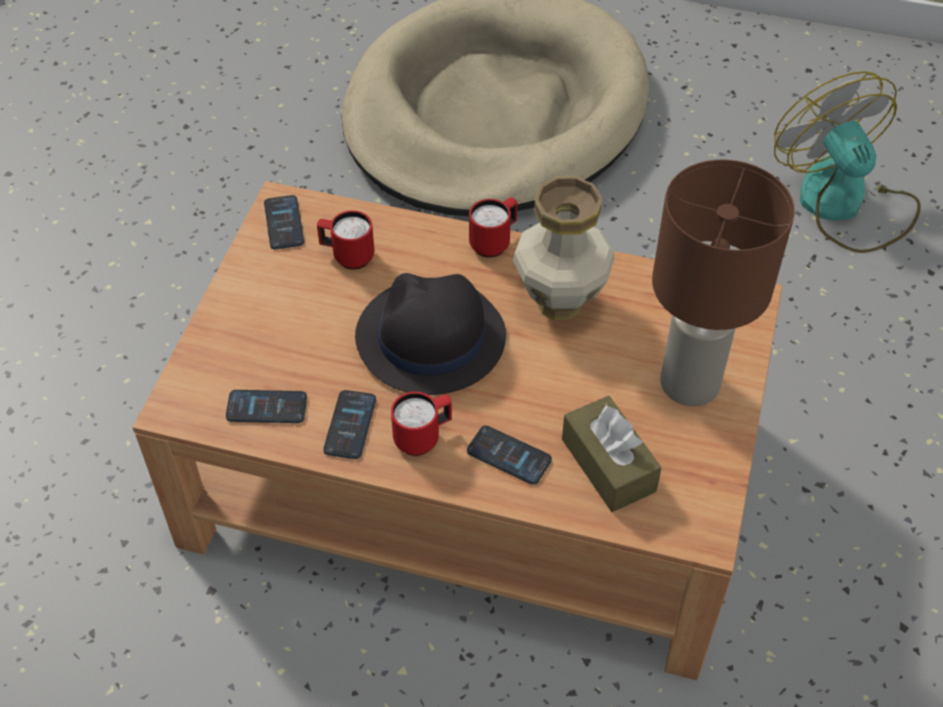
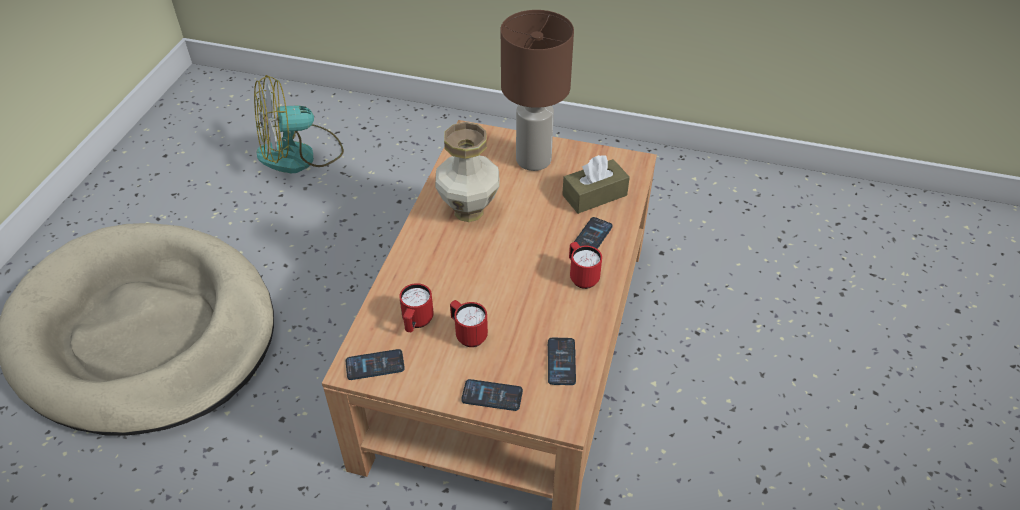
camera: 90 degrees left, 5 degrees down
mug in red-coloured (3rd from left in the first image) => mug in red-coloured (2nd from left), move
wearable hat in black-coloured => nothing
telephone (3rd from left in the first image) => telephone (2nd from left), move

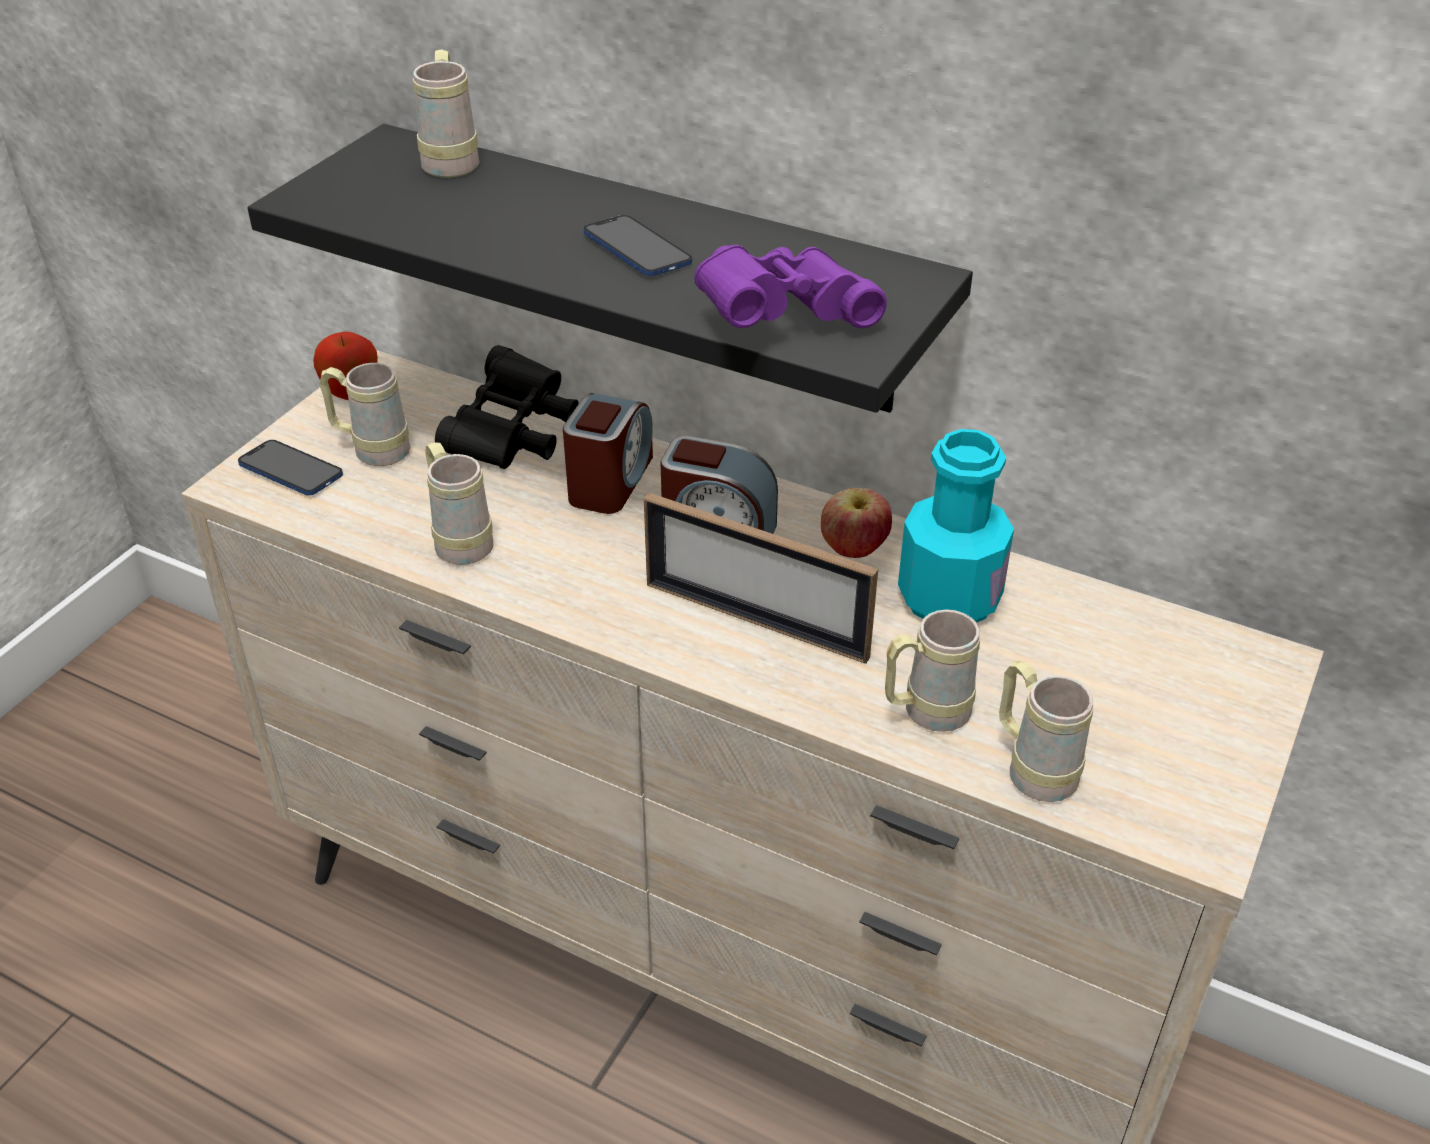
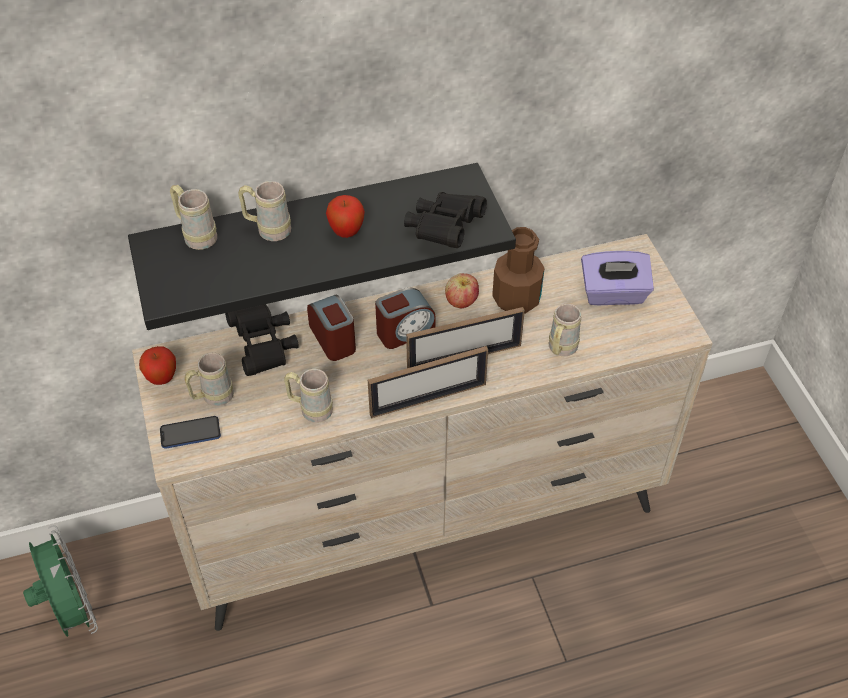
camera: 45 degrees left, 10 degrees up
telephone (2nd from left) => apple (2nd from left)
binoculars in purple => binoculars in black-coloured (2nd from left)
bottle in blue-green => bottle in brownish
mug in beige (5th from left in the first image) => mug in beige (3rd from left), move
nothing => tissue box in purple
nothing => photo frame (1st from left)
nothing => cooling fan in green

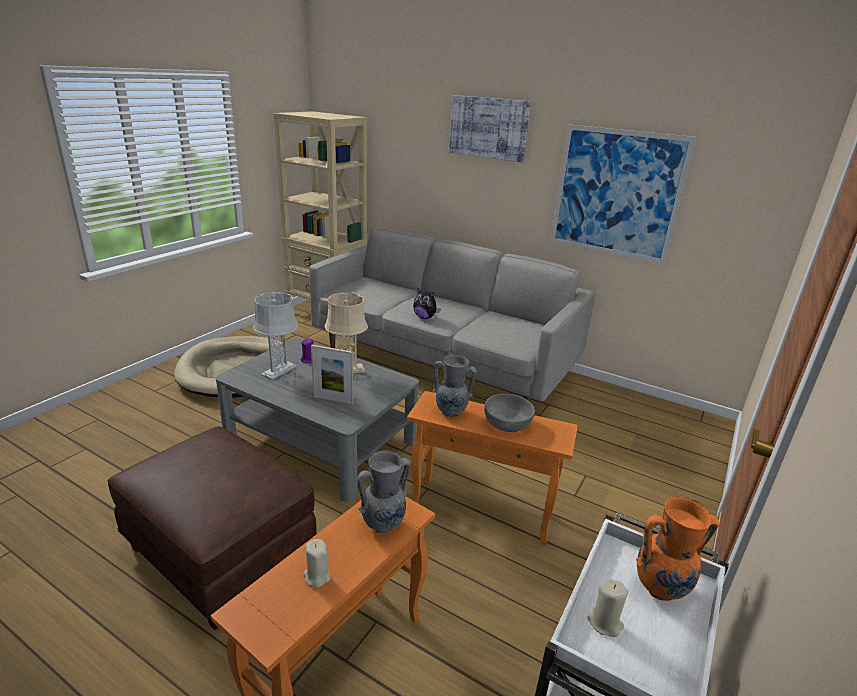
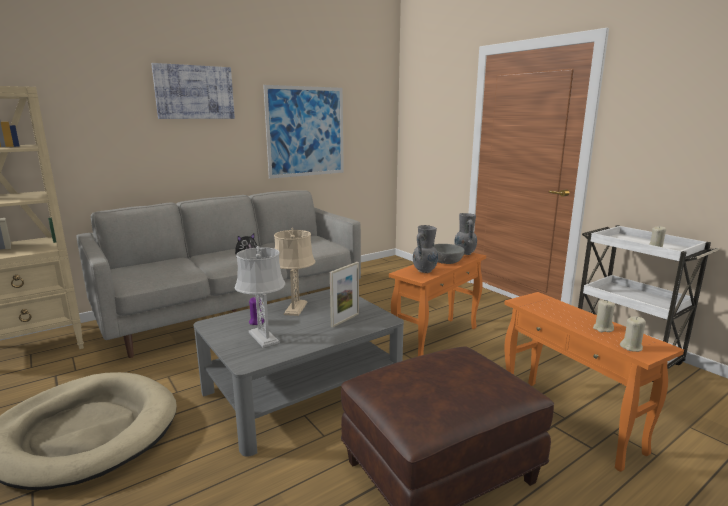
camera: 65 degrees left, 10 degrees down
flower vase in greyish (1st from left in the first image) => flower vase in greyish (2nd from left), move
flower vase in orangey => nothing
nothing => candle in beige (2nd from left)

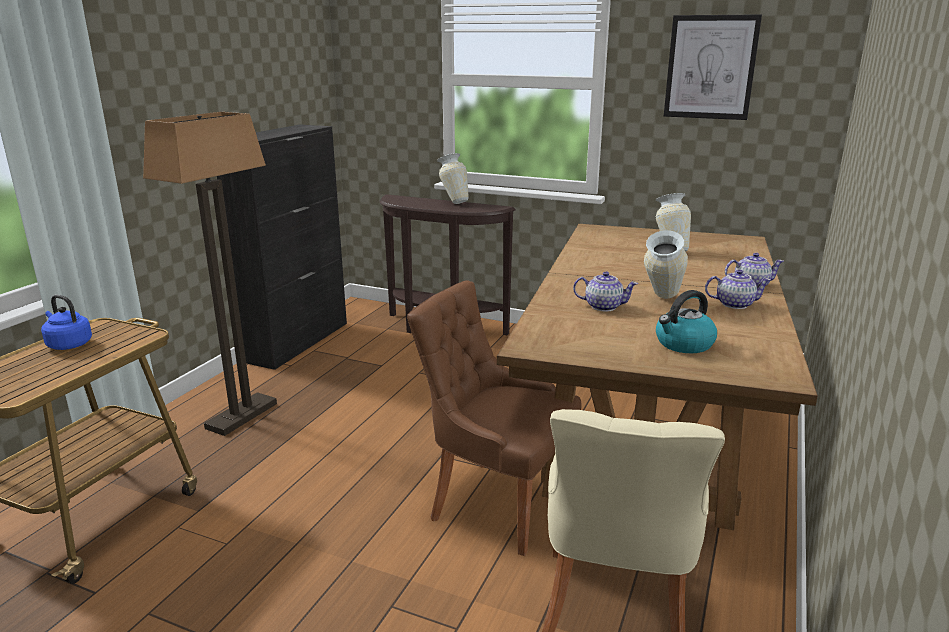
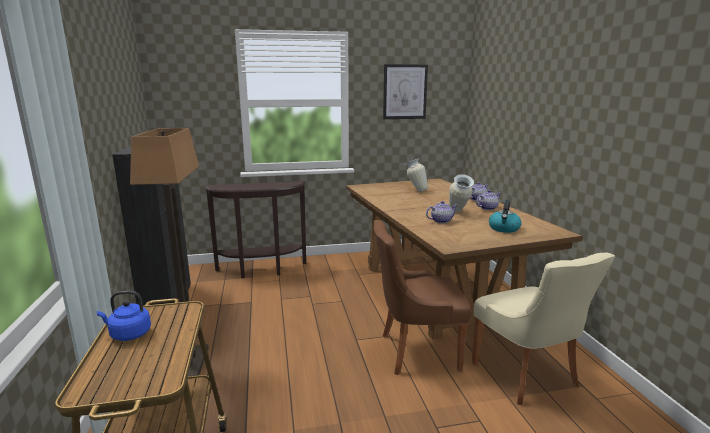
camera: 35 degrees left, 5 degrees down
flower vase (1st from left) => nothing

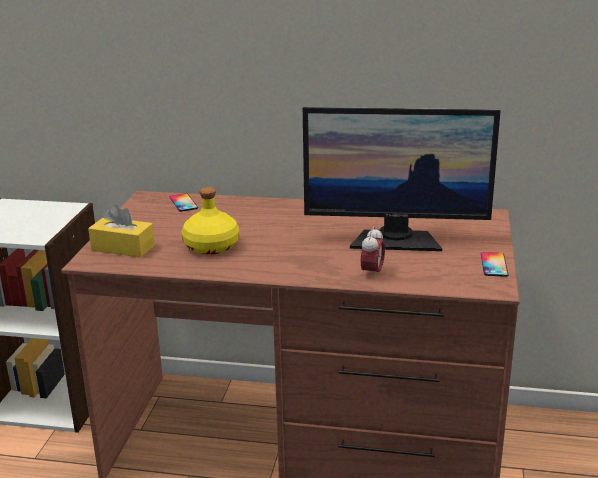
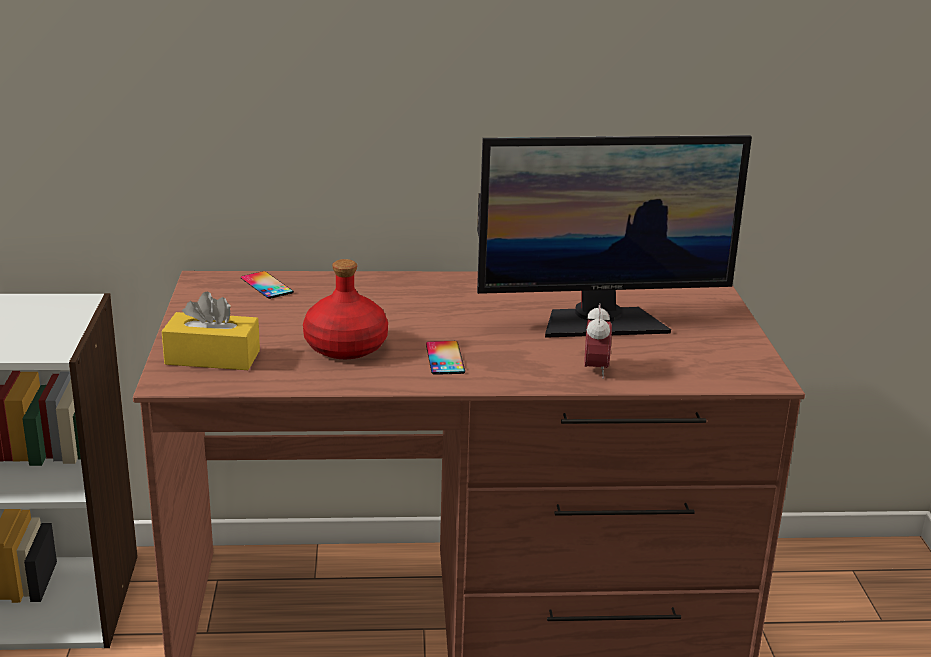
camera: 15 degrees left, 0 degrees up
bottle in yellow-coloured => bottle in red-coloured
telephone (2nd from left), move

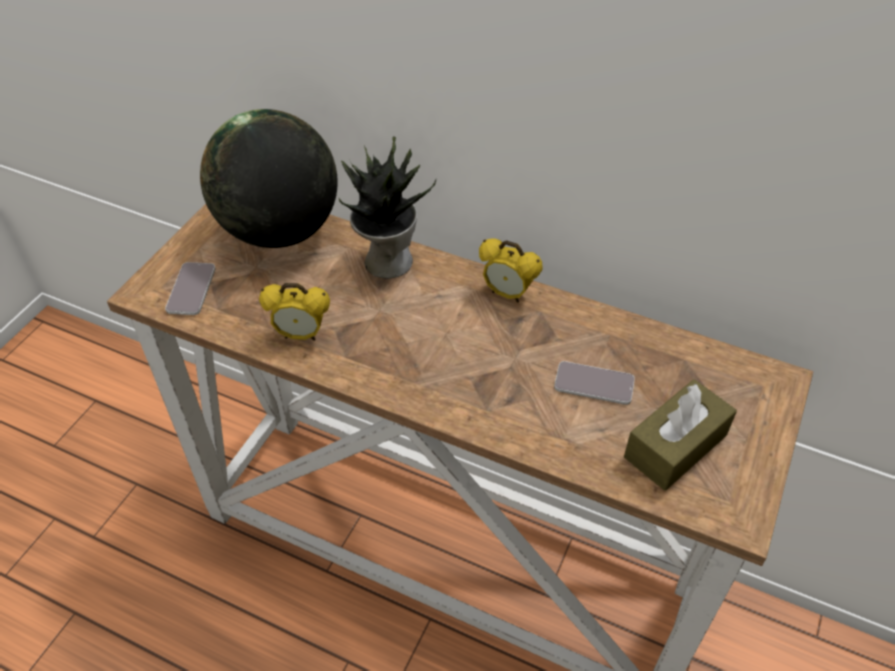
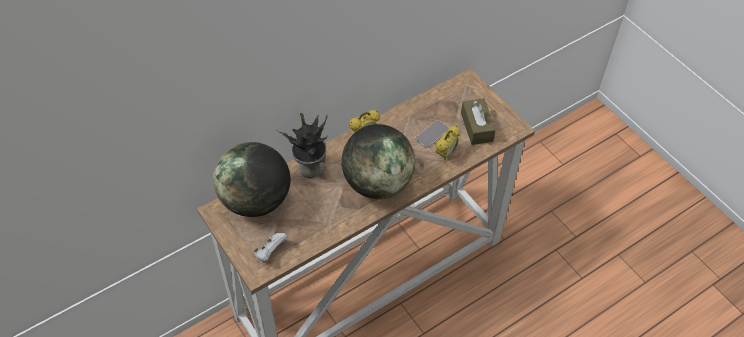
camera: 60 degrees left, 5 degrees up
telephone (1st from left) => gamepad in white-coloured
alarm clock (1st from left in the first image) => alarm clock (2nd from left), move
nothing => world globe (2nd from left)

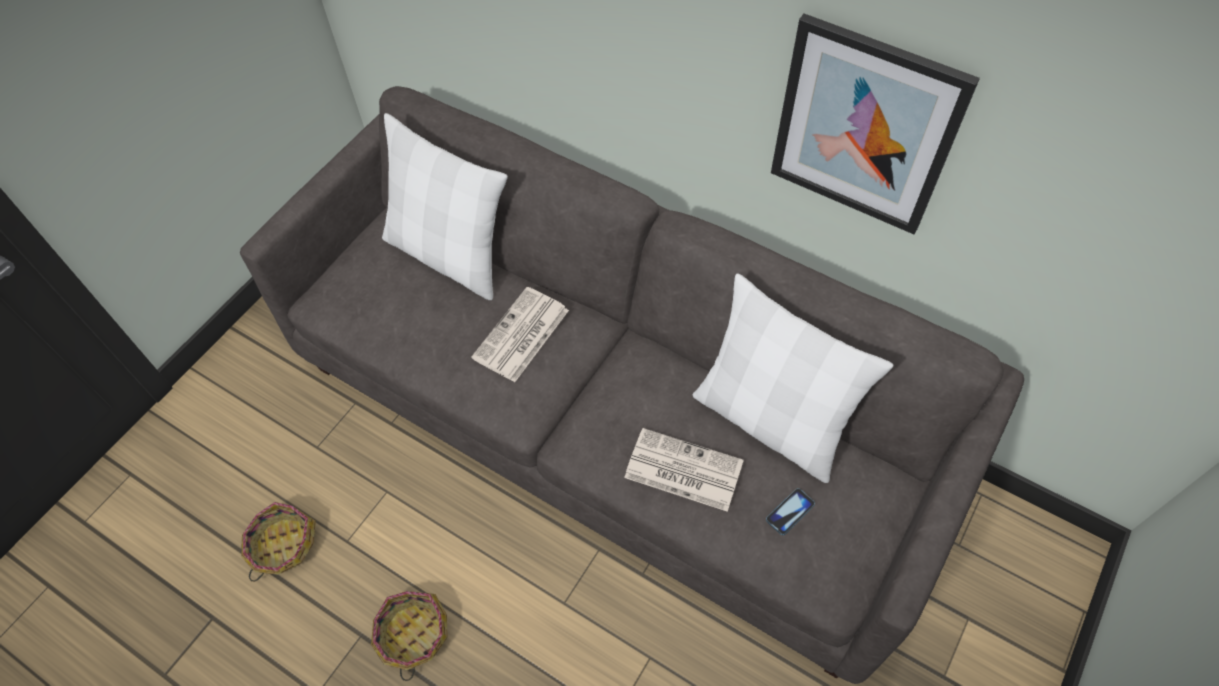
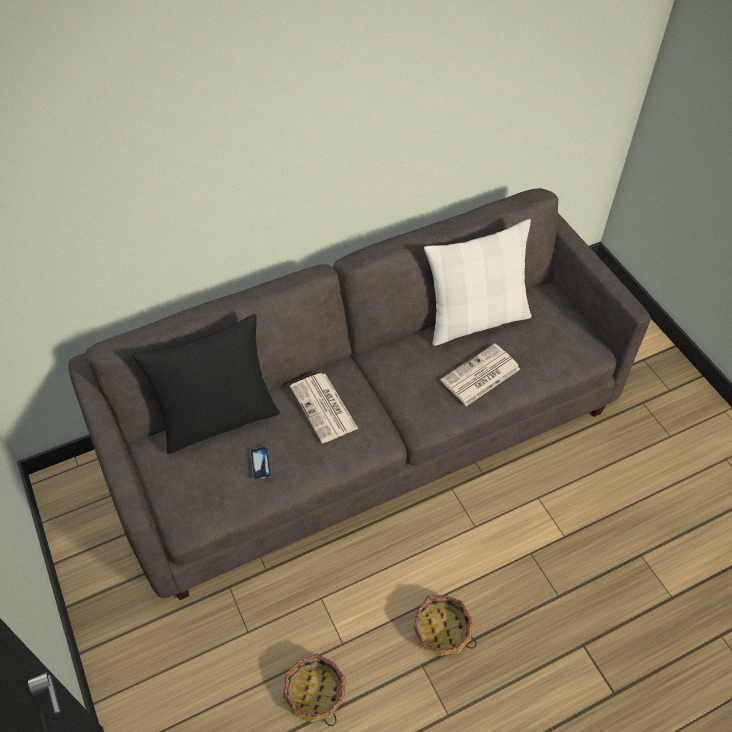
camera: 60 degrees left, 5 degrees down
picture => nothing
cushion in white-coloured (1st from left) => cushion in black-coloured
telephone, move

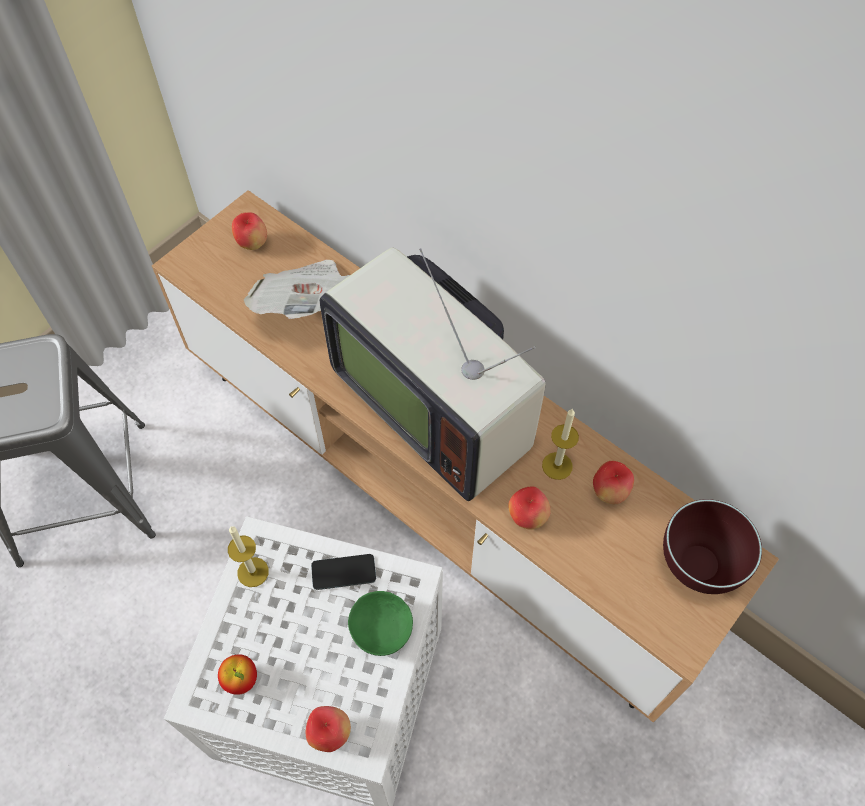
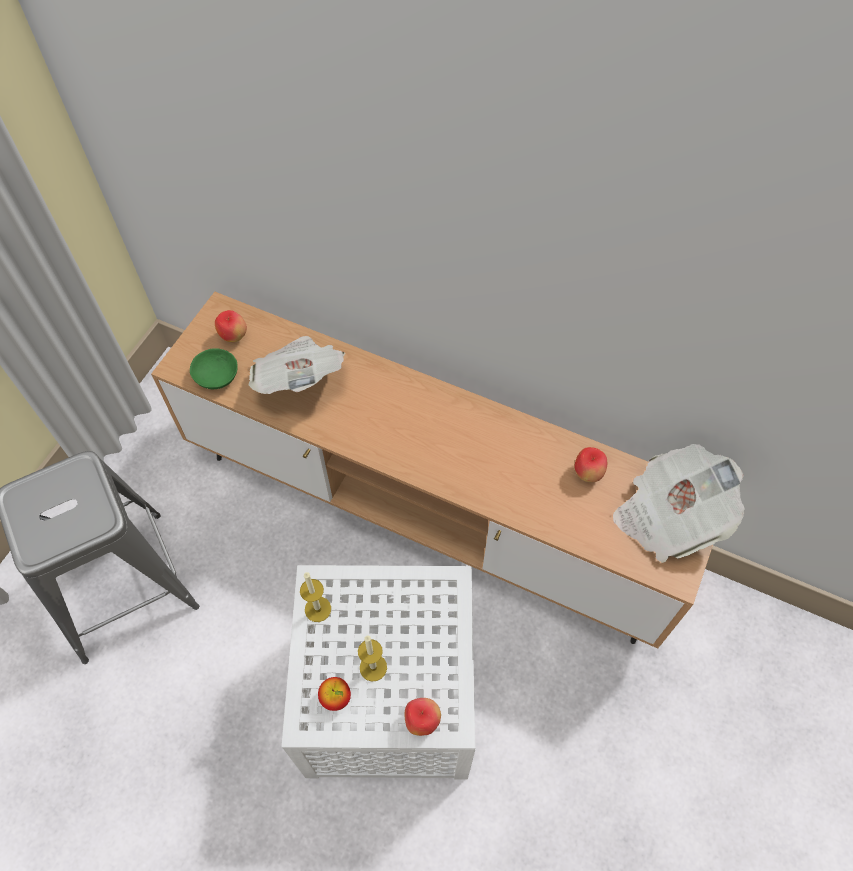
camera: 15 degrees left, 0 degrees up
TV set => nothing
candle (2nd from left), move
apple (4th from left) => nothing
serving bowl in brownish => daily paper (2nd from left)
telephone => nothing
serving bowl in green, move

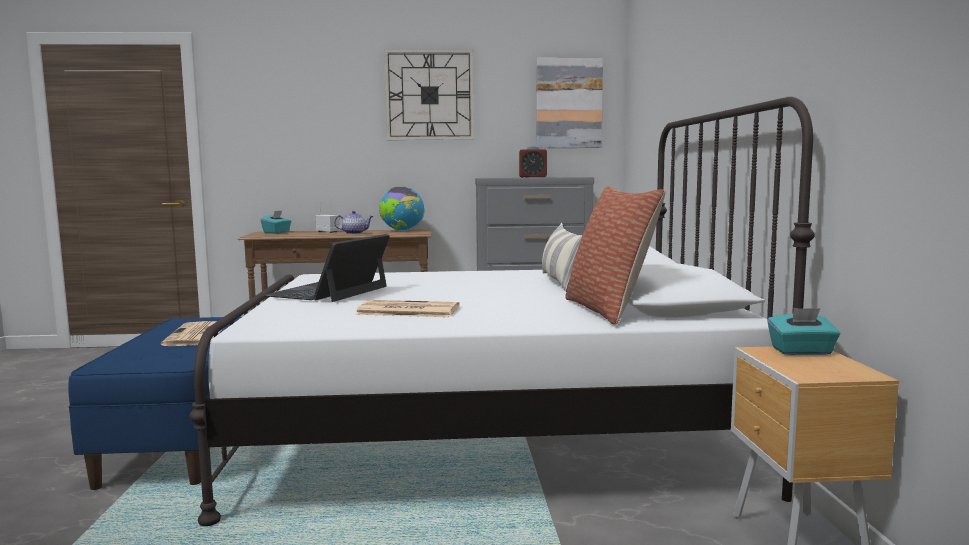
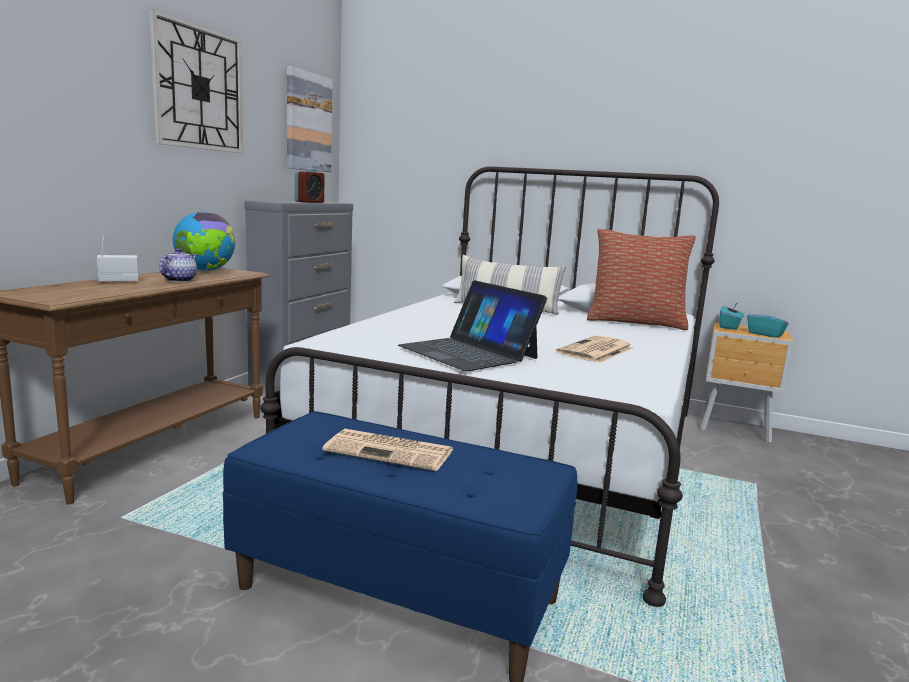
camera: 65 degrees left, 5 degrees up
tissue box in blue-green (1st from left in the first image) => tissue box in blue-green (2nd from left), move

